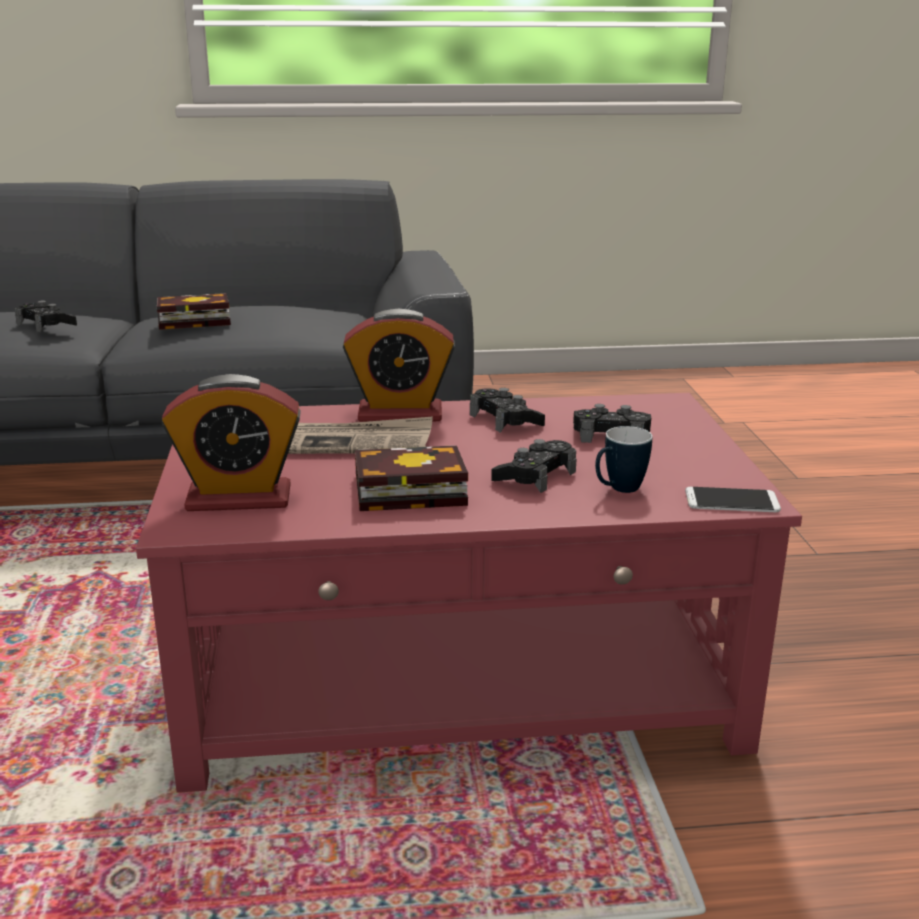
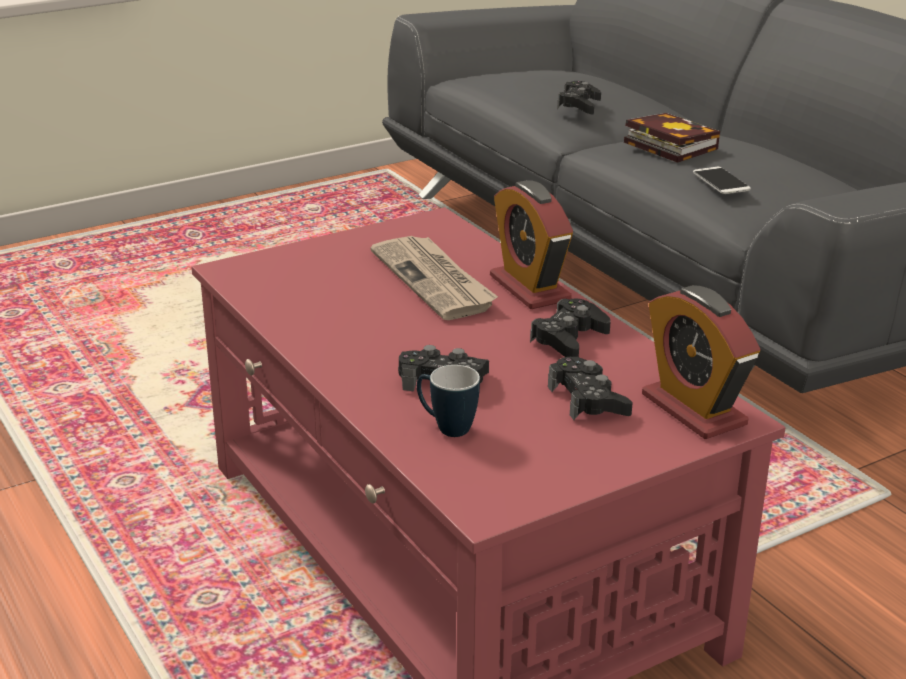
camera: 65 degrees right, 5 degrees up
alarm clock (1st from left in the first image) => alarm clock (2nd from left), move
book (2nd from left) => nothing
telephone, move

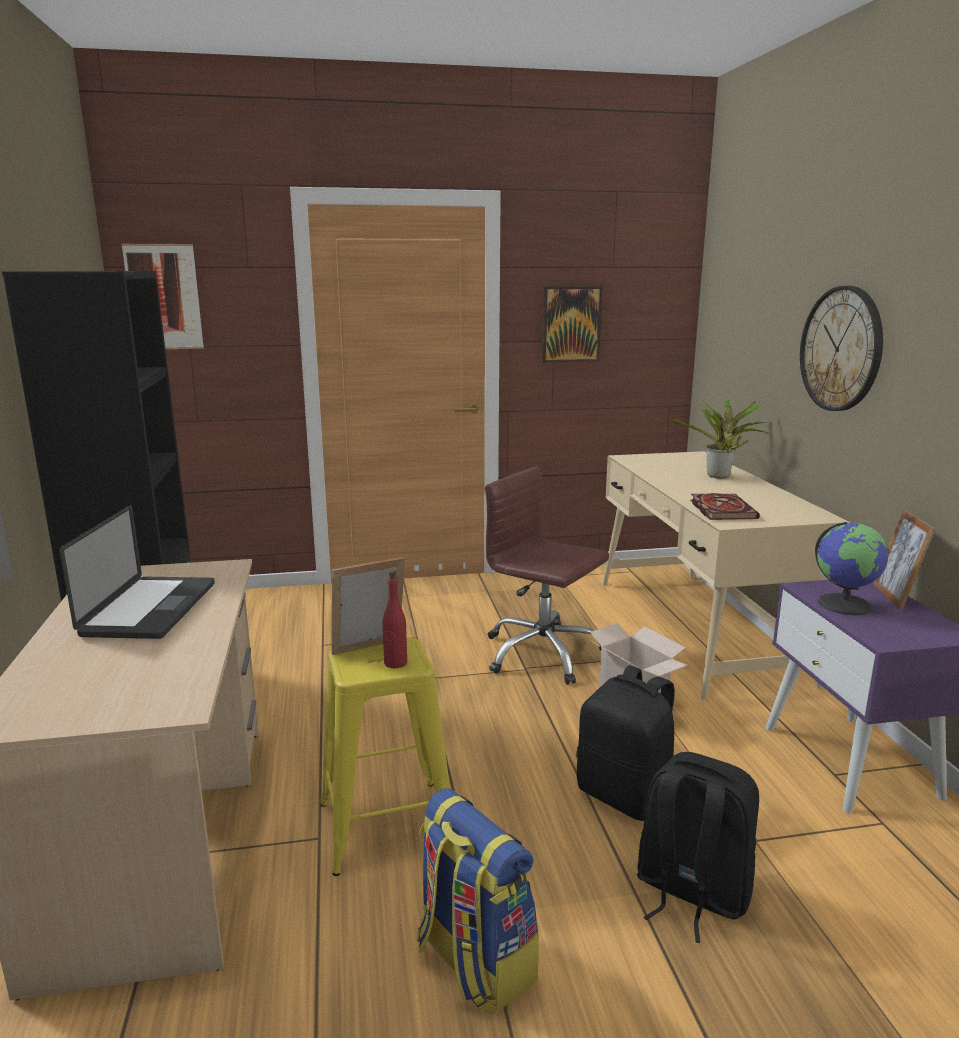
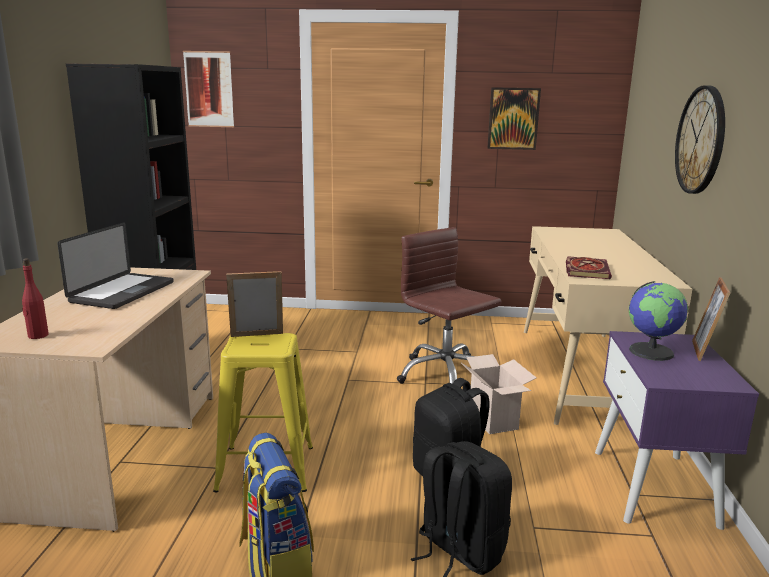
camera: 15 degrees right, 0 degrees up
houseplant => nothing
bottle in red-coloured, move

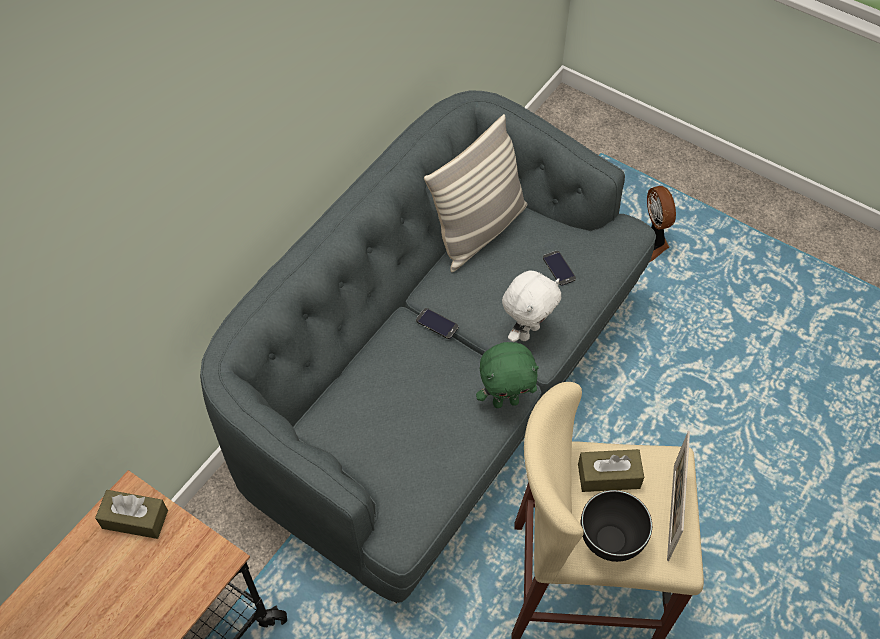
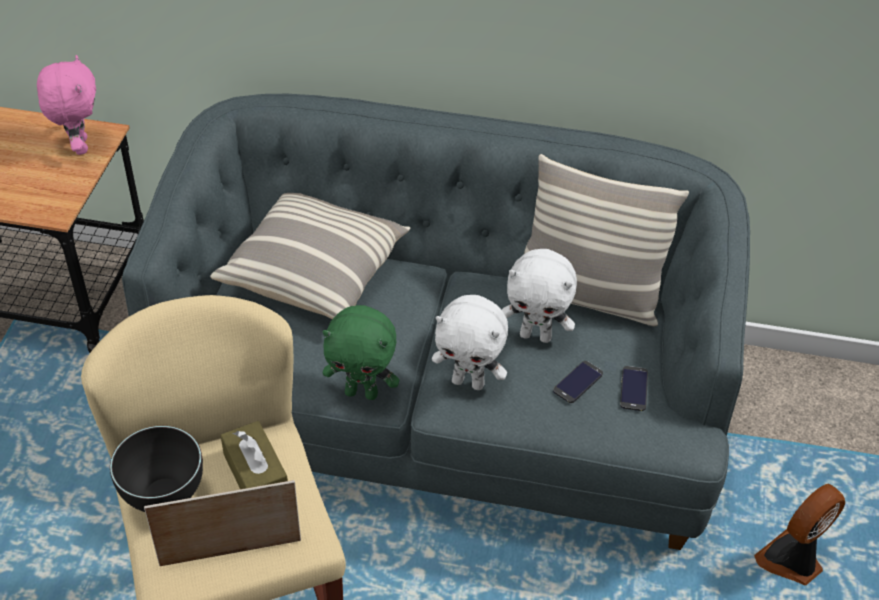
camera: 65 degrees right, 10 degrees down
telephone (1st from left in the first image) => telephone (2nd from left), move
soft toy in green, 45 degrees counterclockwise
tissue box in brownish (1st from left) => soft toy in pinkish
nothing => cushion (1st from left)
nothing => soft toy in white-coloured (2nd from left)

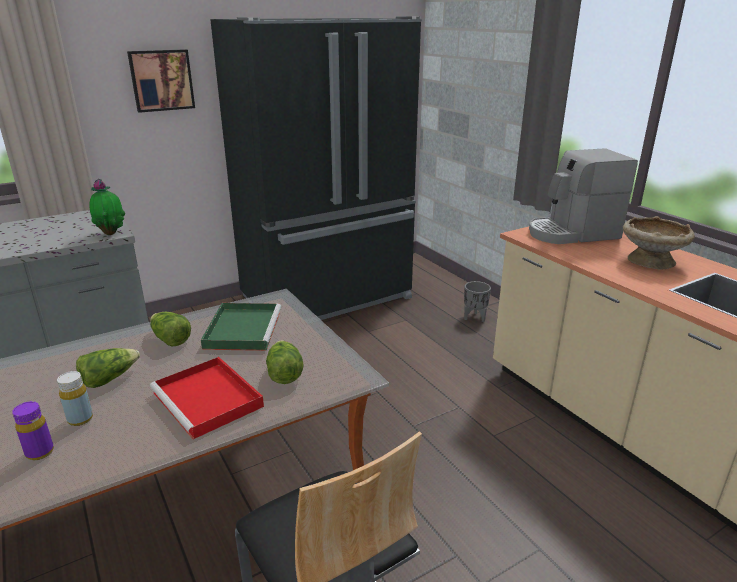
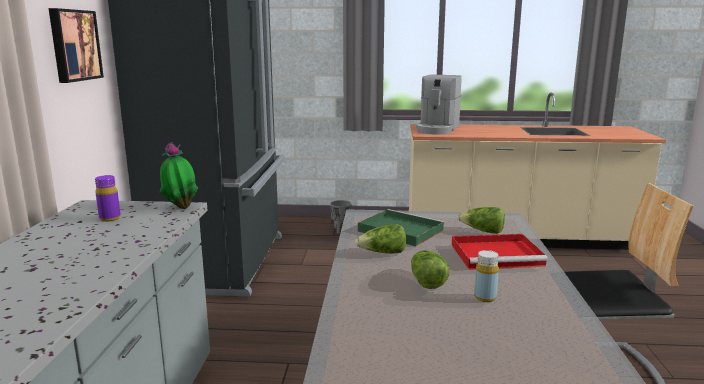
camera: 55 degrees left, 10 degrees down
serving bowl in beige => nothing
bottle in purple, move

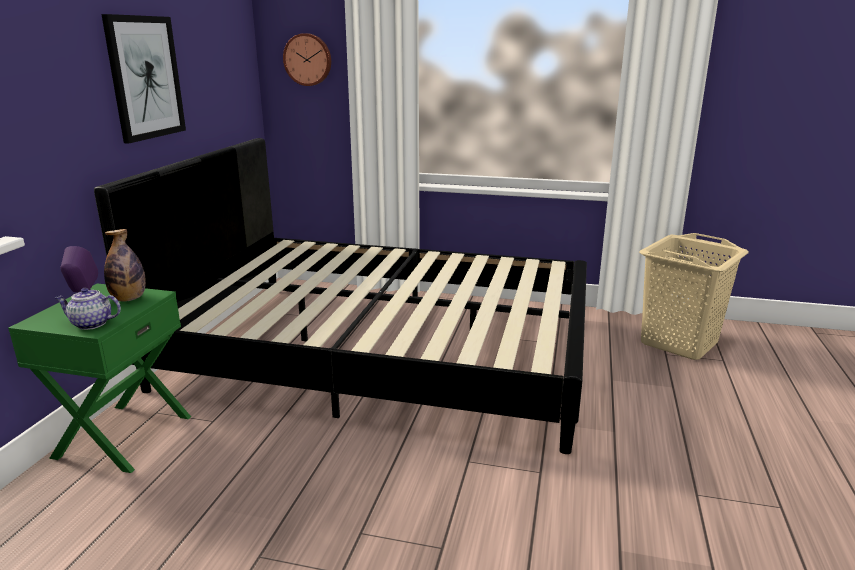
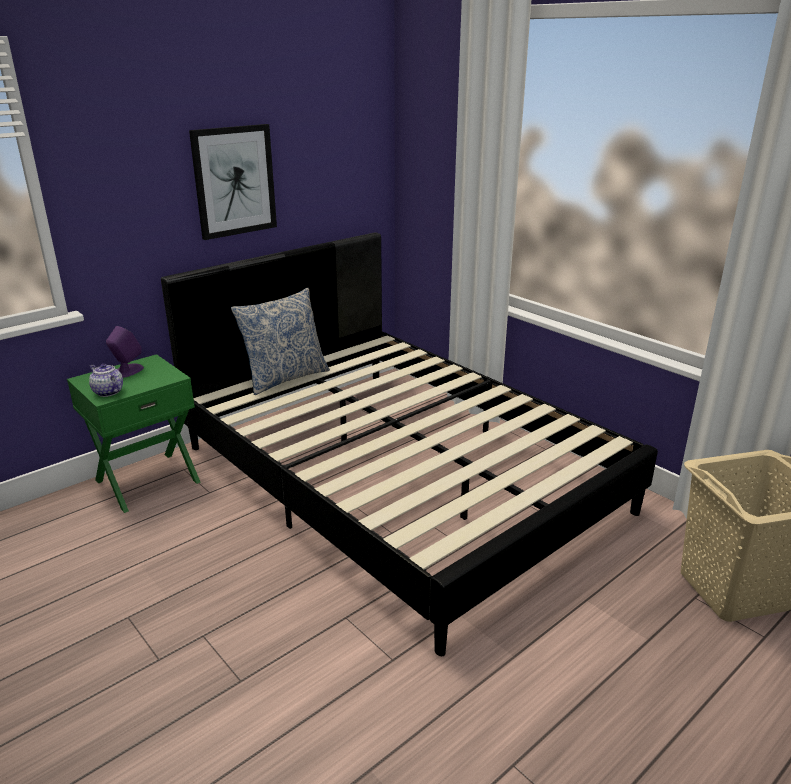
camera: 35 degrees right, 5 degrees up
wall clock => nothing
bottle => nothing
nothing => cushion

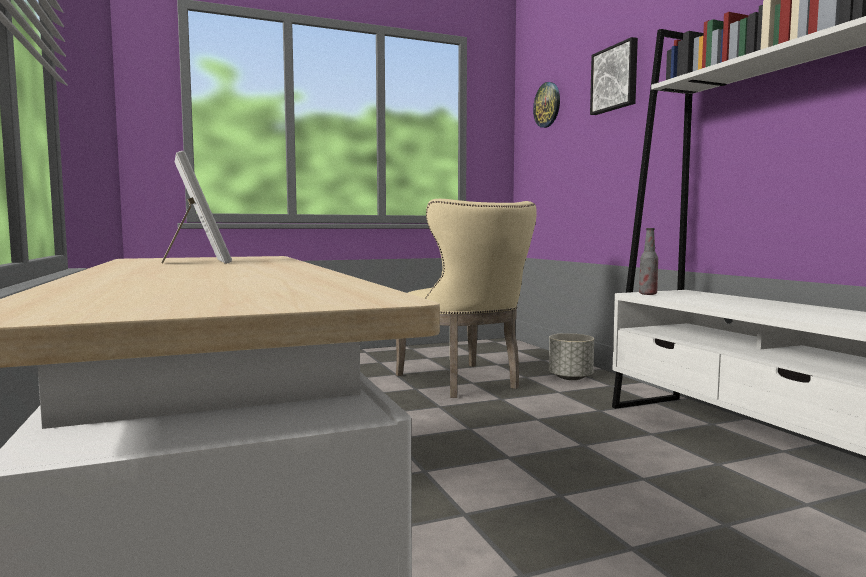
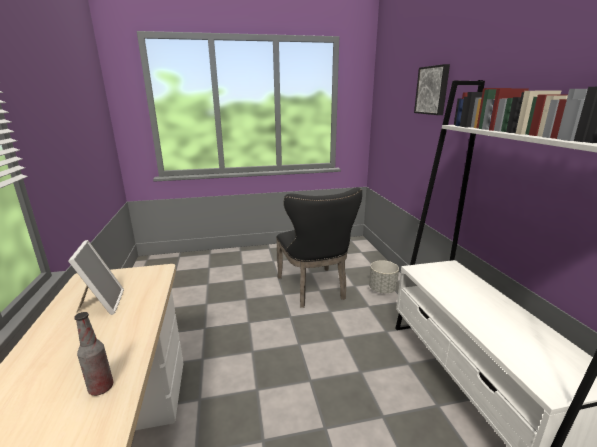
camera: 10 degrees right, 15 degrees up
wall clock => nothing
chair in beige => chair in black-coloured
bottle, move

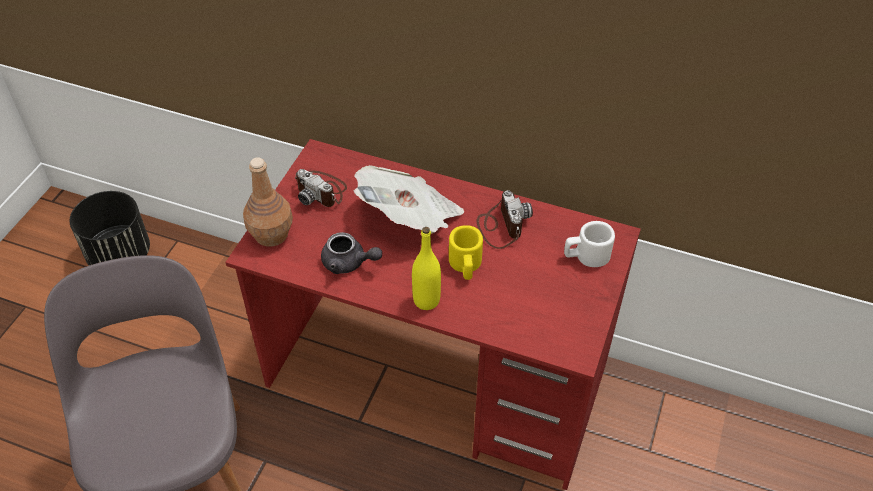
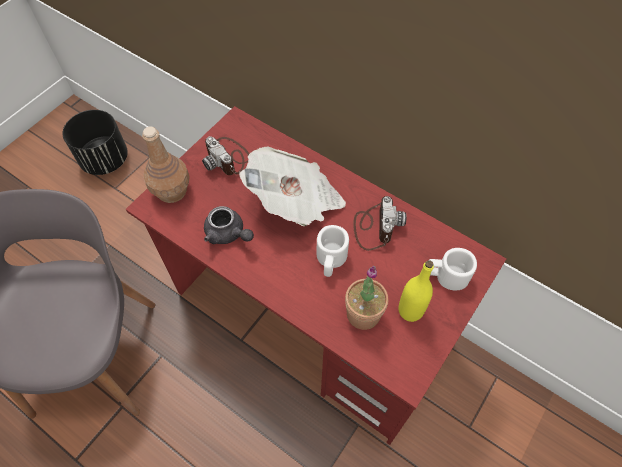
camera: 15 degrees right, 10 degrees up
mug in yellow-coloured => mug in white-coloured (1st from left)
bottle in yellow-coloured, move
nothing => houseplant

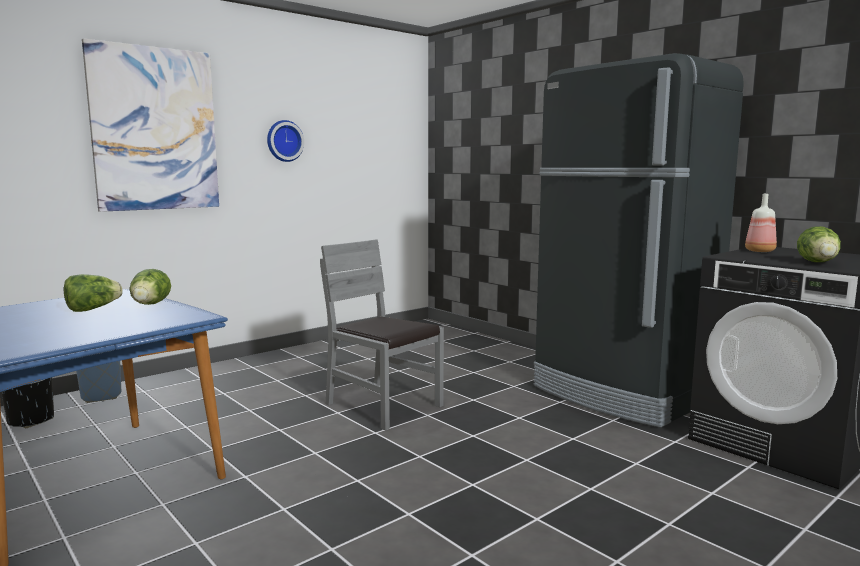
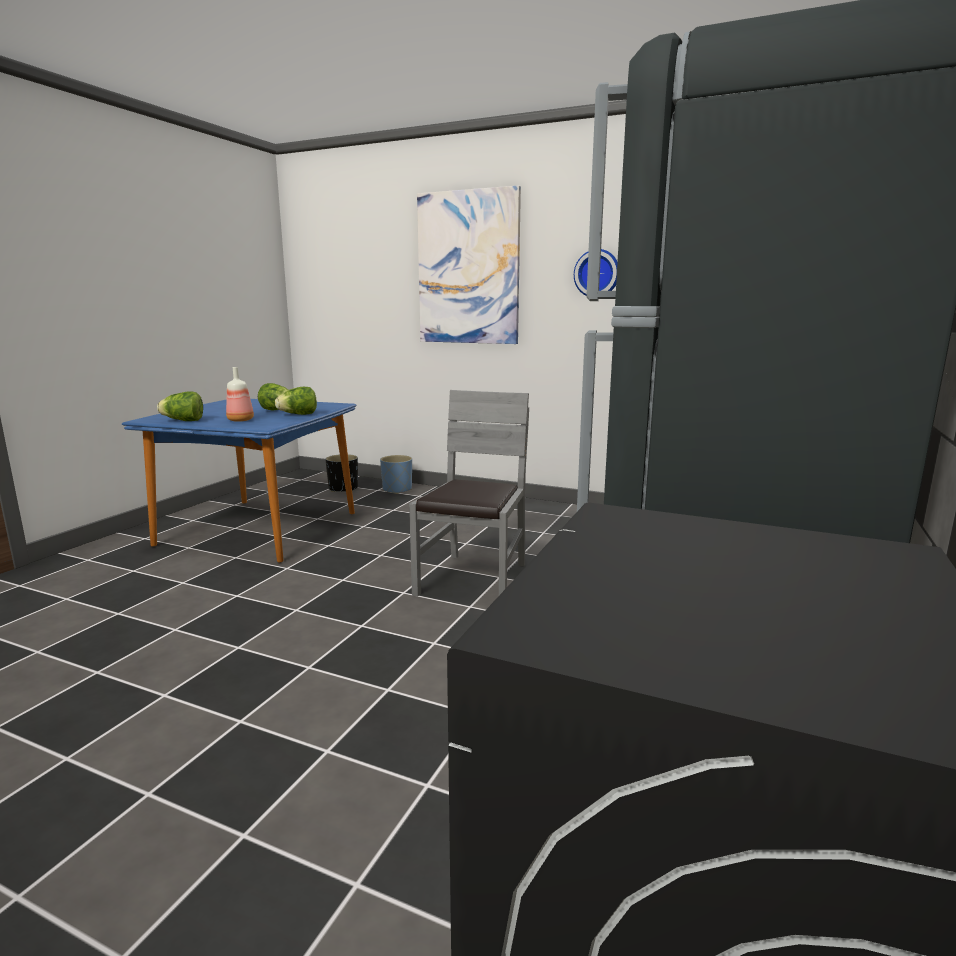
camera: 65 degrees right, 5 degrees up
bottle, move
head of lettuce (3rd from left in the first image) => head of lettuce (1st from left), move

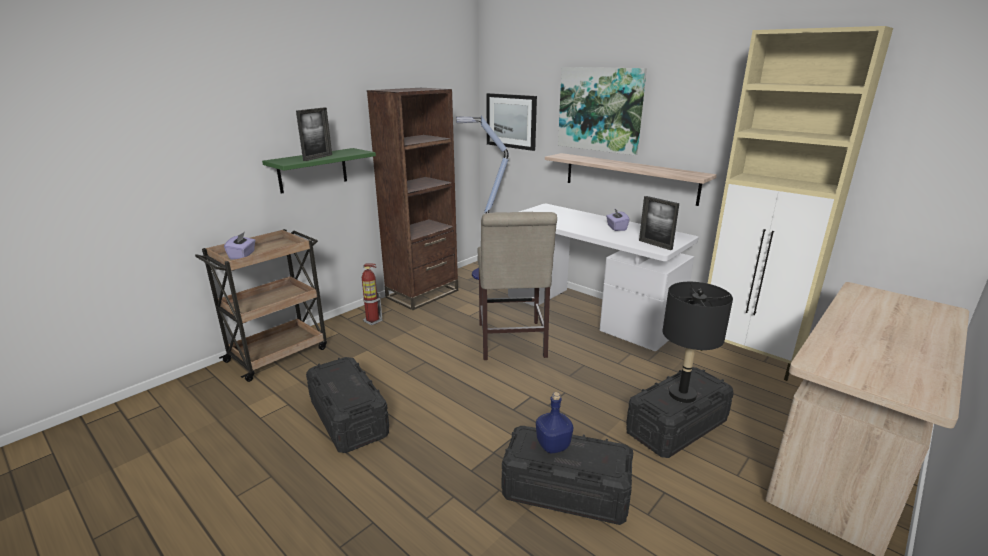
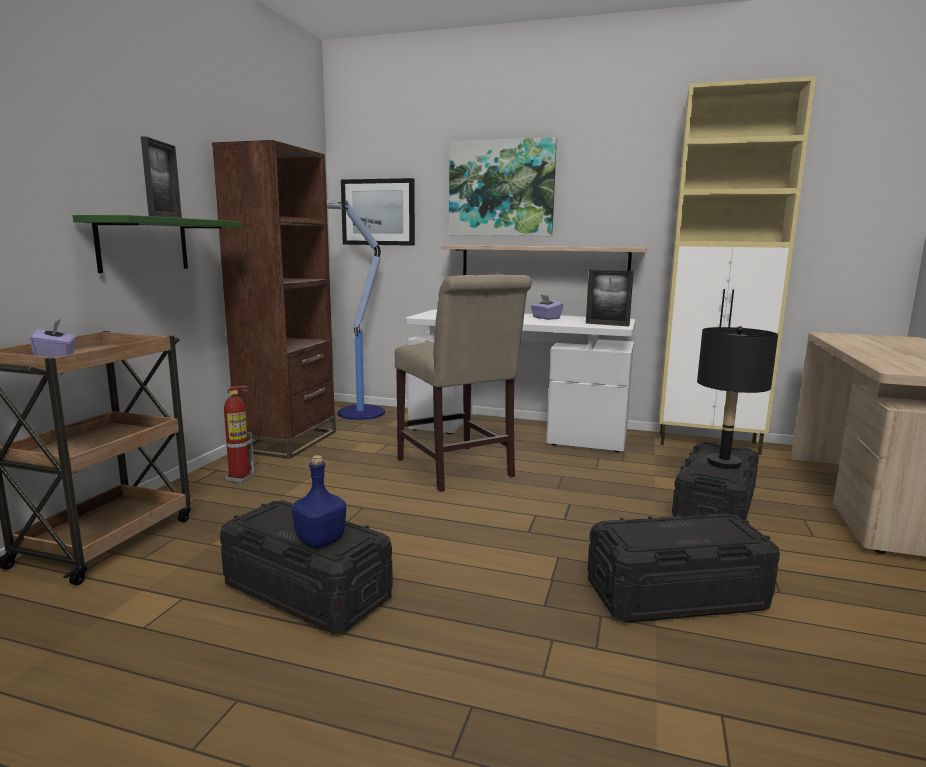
camera: 25 degrees left, 10 degrees down
bottle in bluish, move

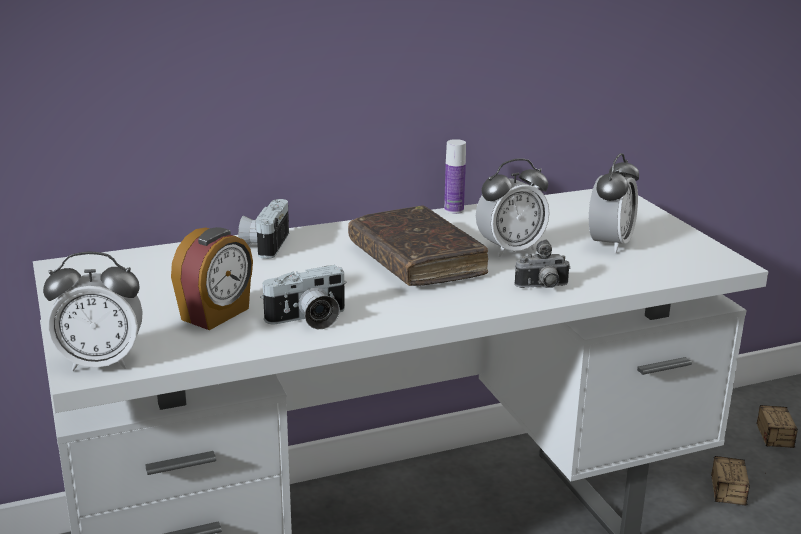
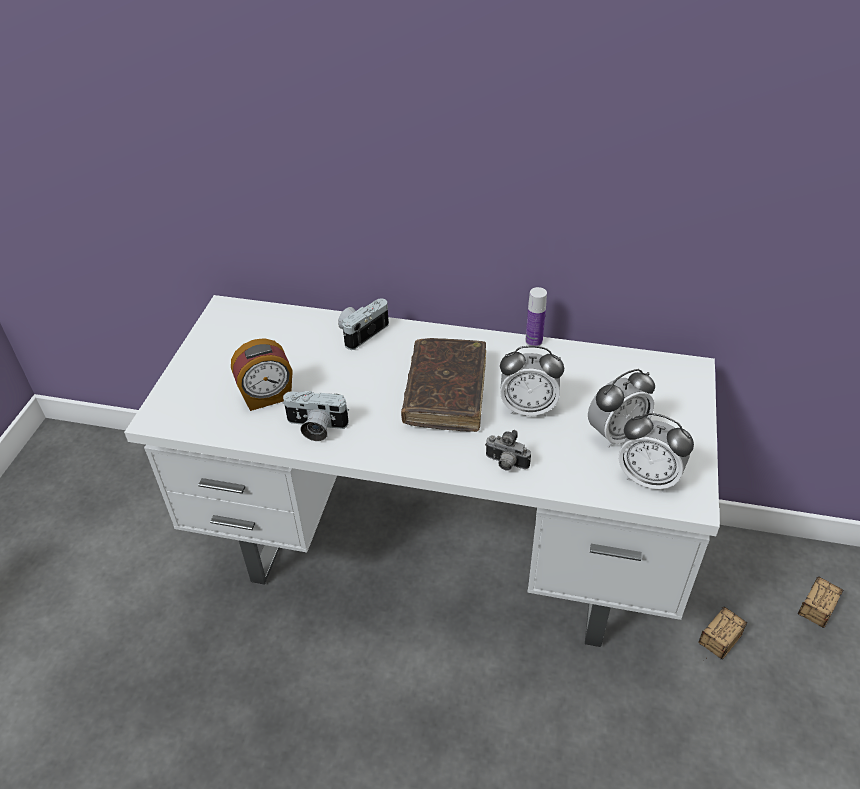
camera: 35 degrees right, 20 degrees up
alarm clock (1st from left in the first image) => alarm clock (4th from left), move

